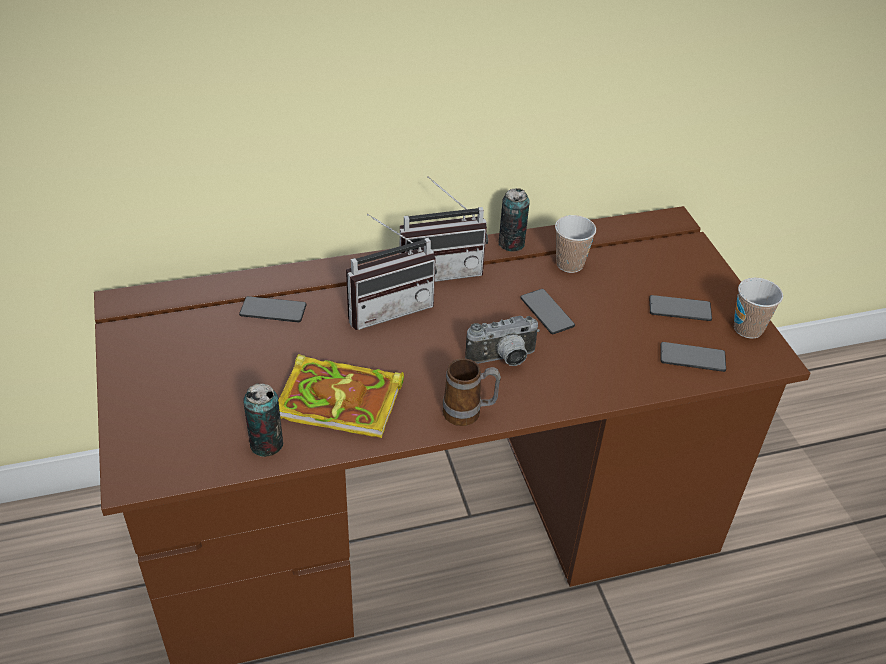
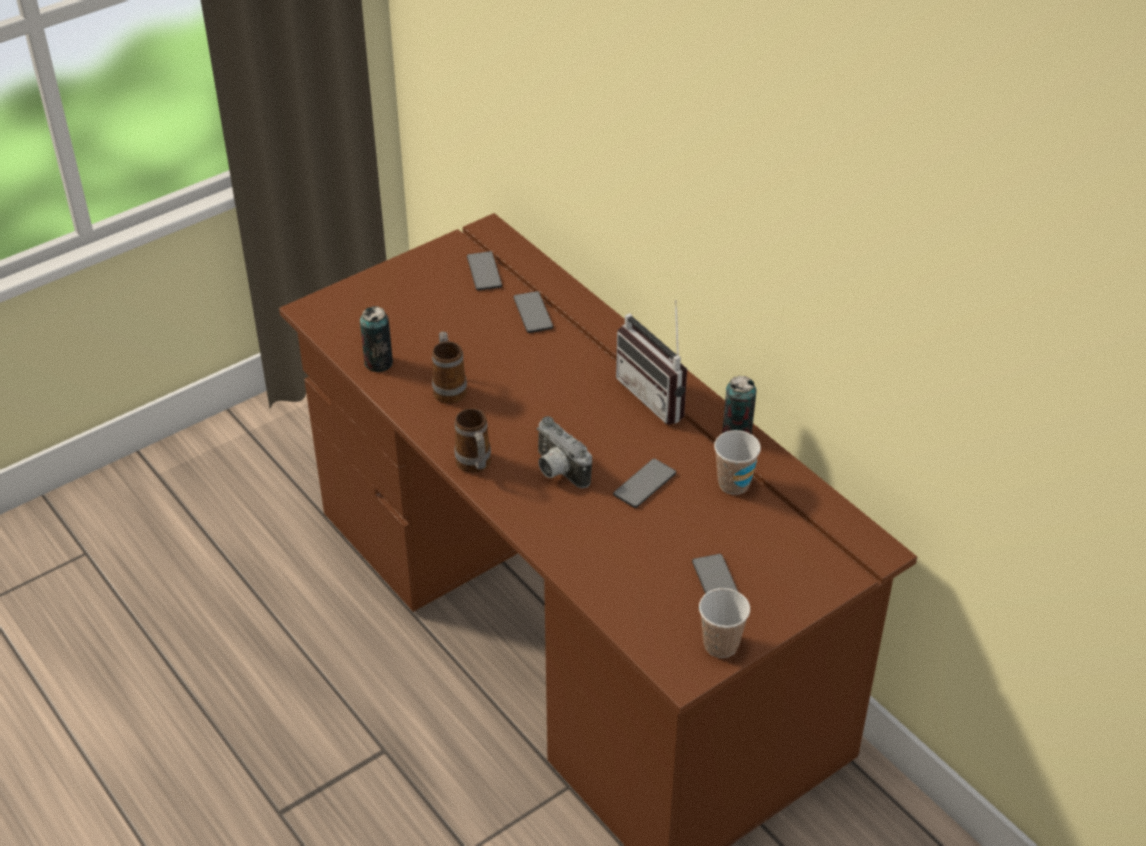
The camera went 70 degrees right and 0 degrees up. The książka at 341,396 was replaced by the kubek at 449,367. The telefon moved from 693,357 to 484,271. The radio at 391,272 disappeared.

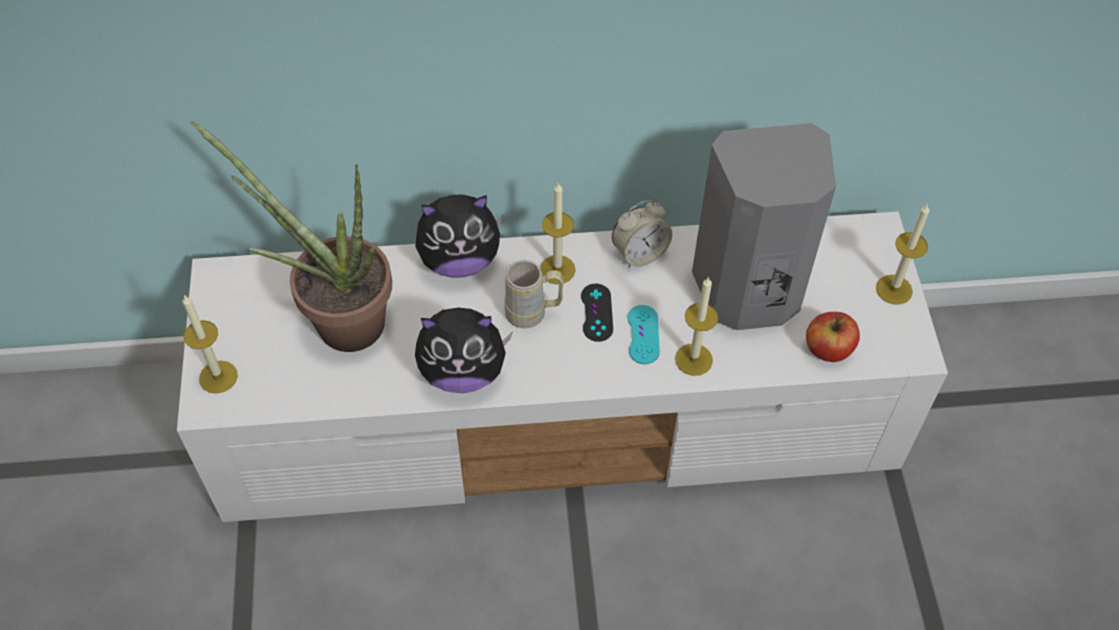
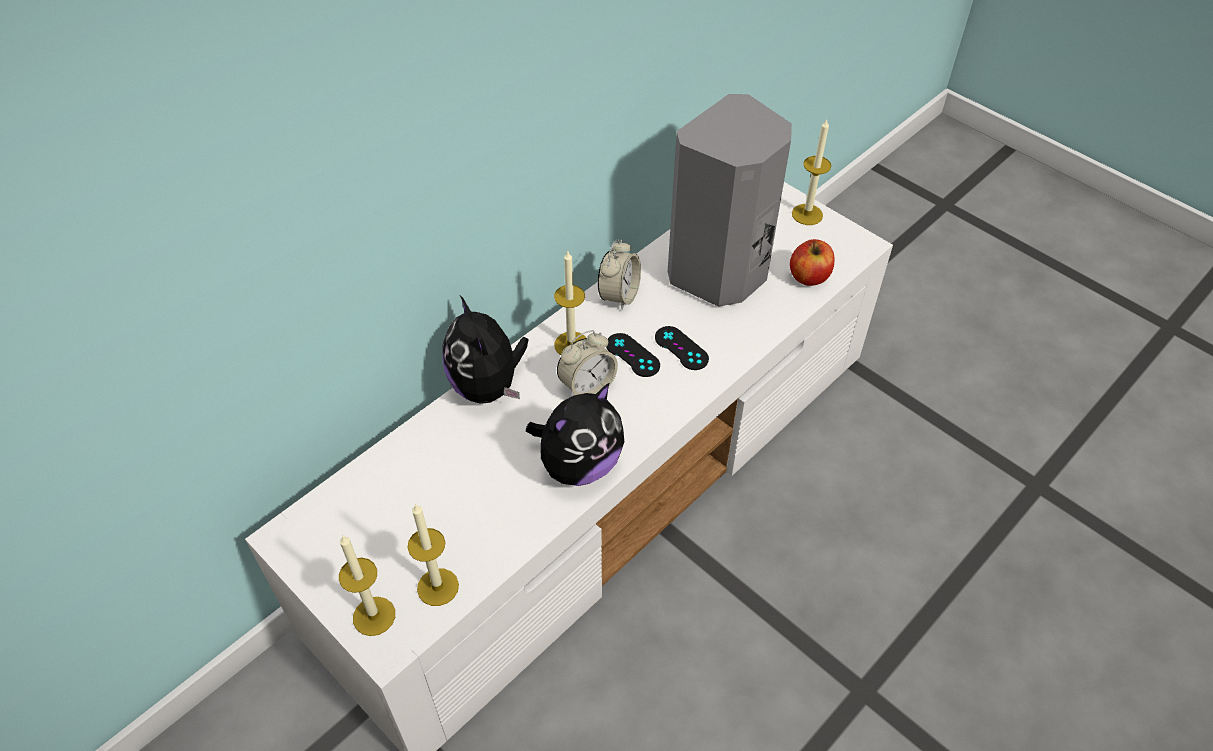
The camera went 40 degrees left and 5 degrees down. The świeca moved from 696,326 to 433,555. The pluszak at 458,236 turned 120 degrees clockwise. The kubek (beżowy) at 534,294 was replaced by the budzik at 587,362. The pad do gier (turkusowy) at 644,334 became the pad do gier (czarny) at 682,348. The roślina doniczkowa at 291,236 disappeared.

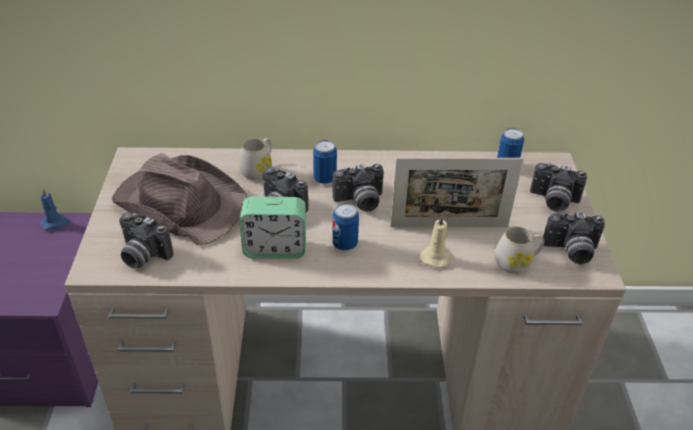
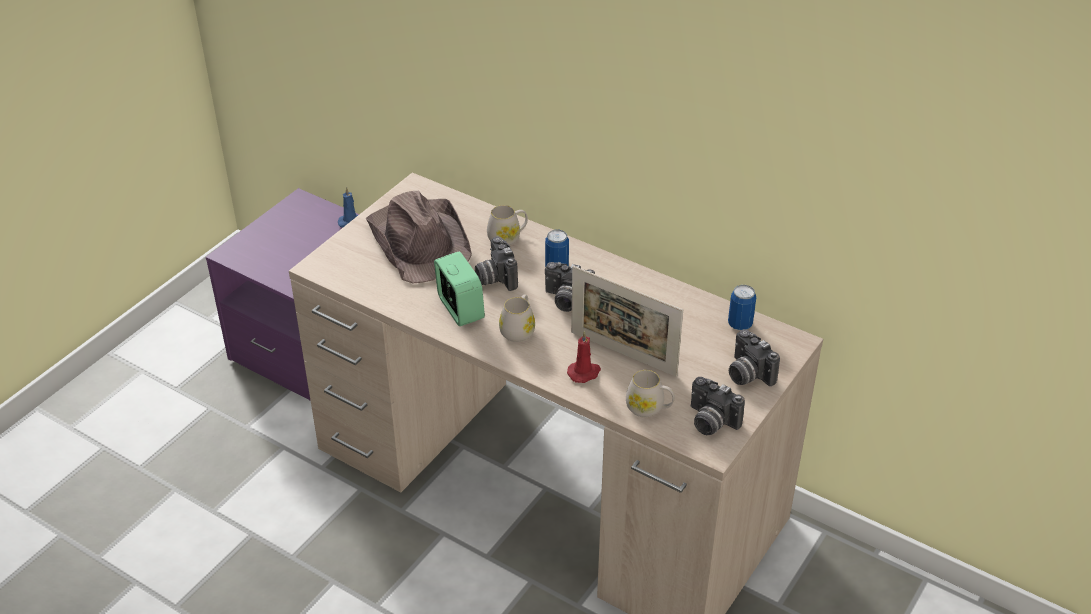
The camera went 35 degrees right and 0 degrees up. The budzik at 273,227 turned 150 degrees counterclockwise. The puszka at 345,227 was replaced by the kubek (biały) at 517,318. The świeca (beżowy) at 435,241 became the świeca (czerwony) at 584,357. The aparat fotograficzny at 146,240 disappeared.

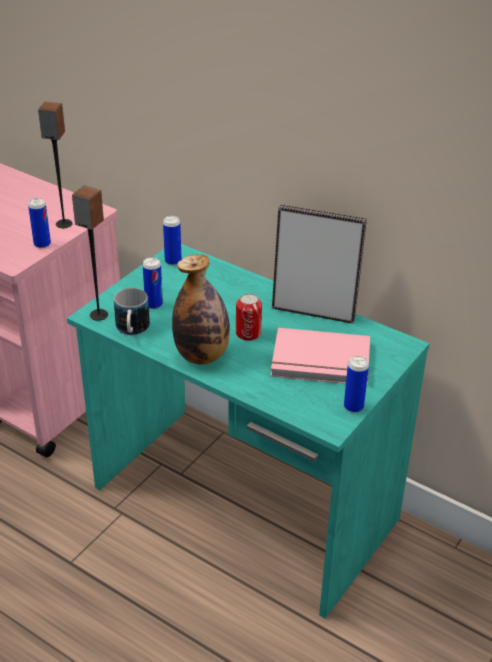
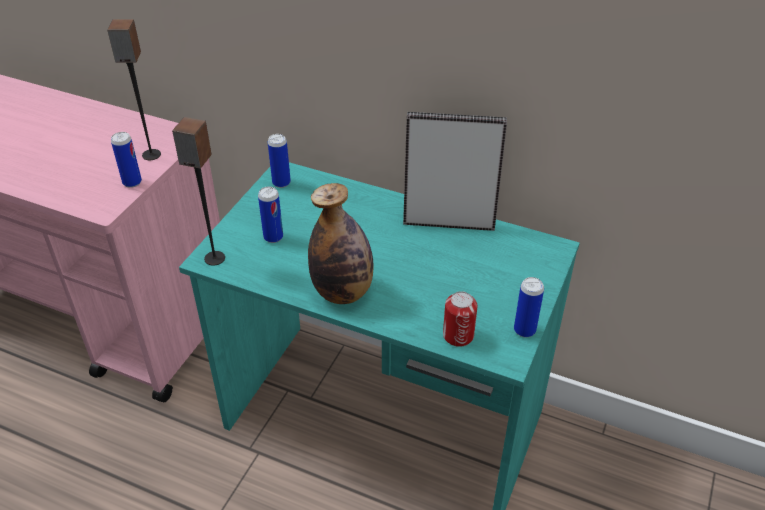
The camera went 10 degrees left and 5 degrees up. The puszka moved from 249,317 to 460,319. The kubek at 132,311 disappeared. The książka (różowy) at 320,356 disappeared.

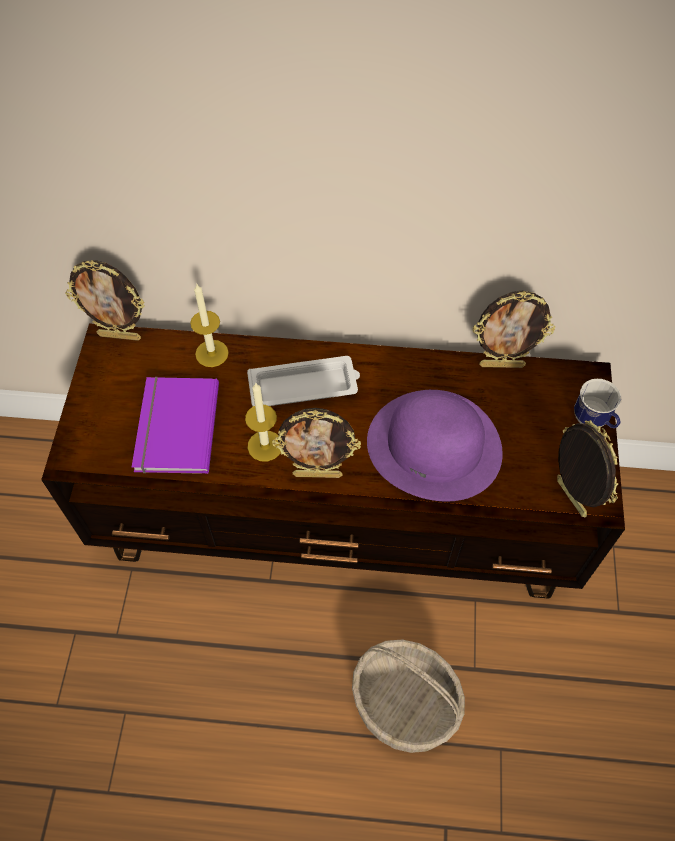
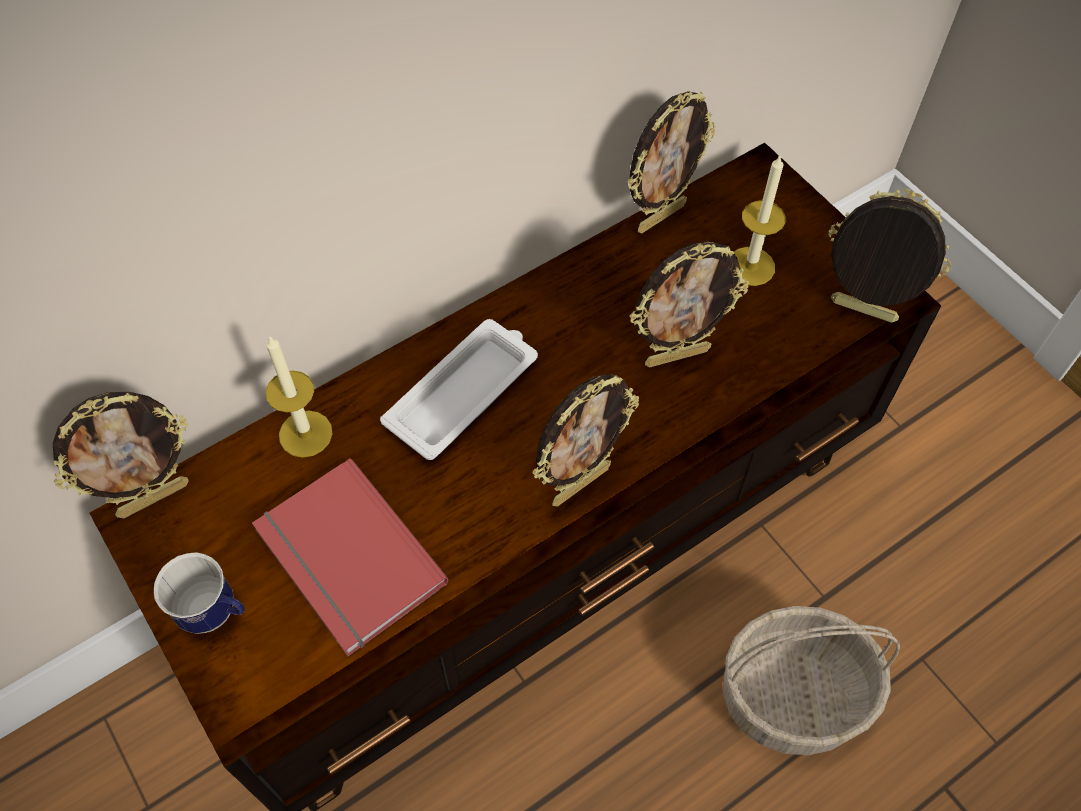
The camera went 40 degrees left and 0 degrees up. The kubek moved from 597,403 to 199,593. The książka (fioletowy) at 175,425 became the książka (czerwony) at 350,557. The kapelusz (fioletowy) at 435,446 was replaced by the ramka na zdjęcie at 689,304. The świeca moved from 263,421 to 760,220.

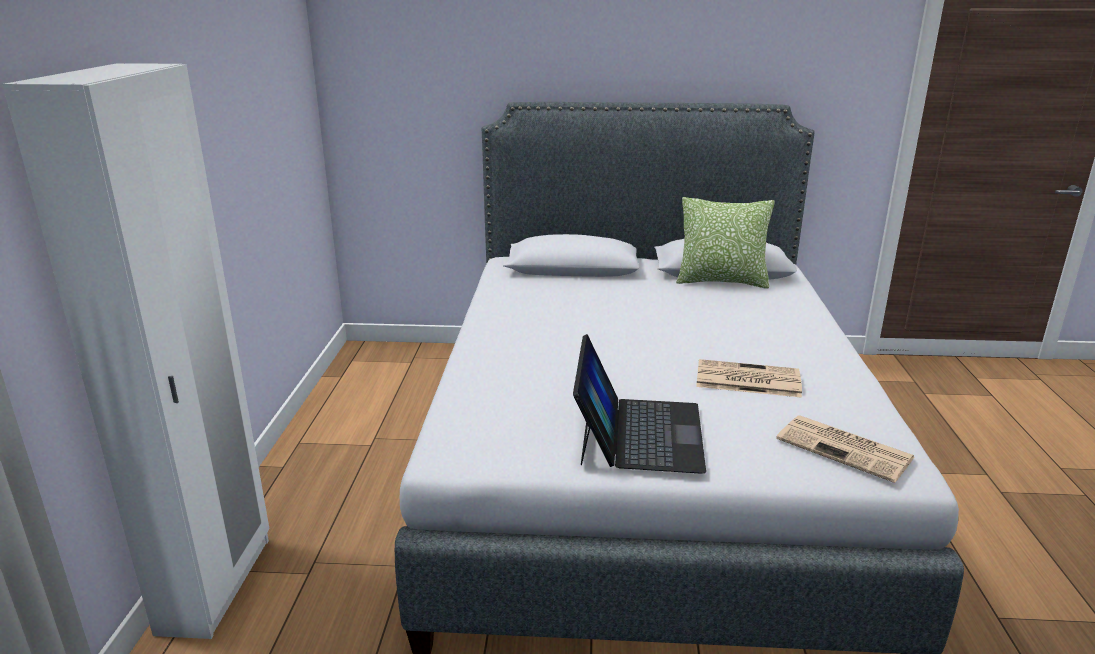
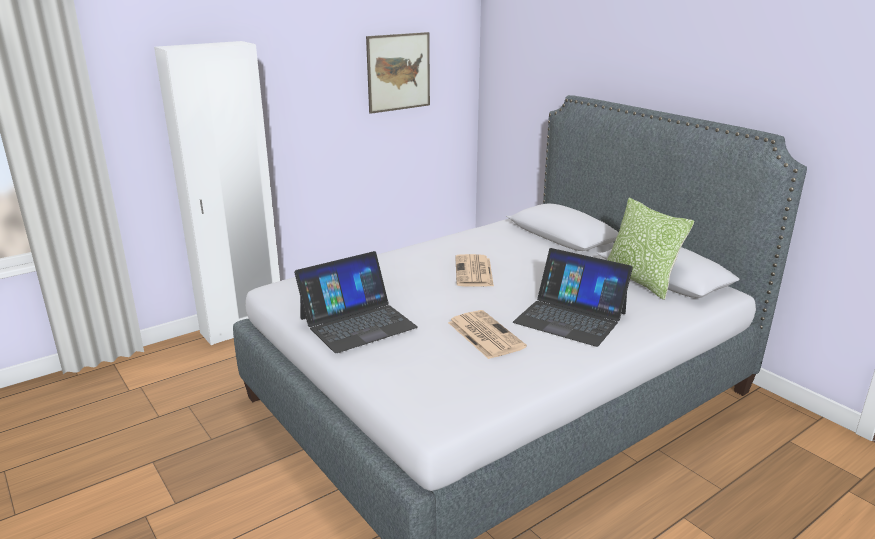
The camera went 50 degrees right and 0 degrees up. The obraz at 398,73 appeared. The gazeta moved from 845,449 to 474,270. The laptop at 573,297 appeared.

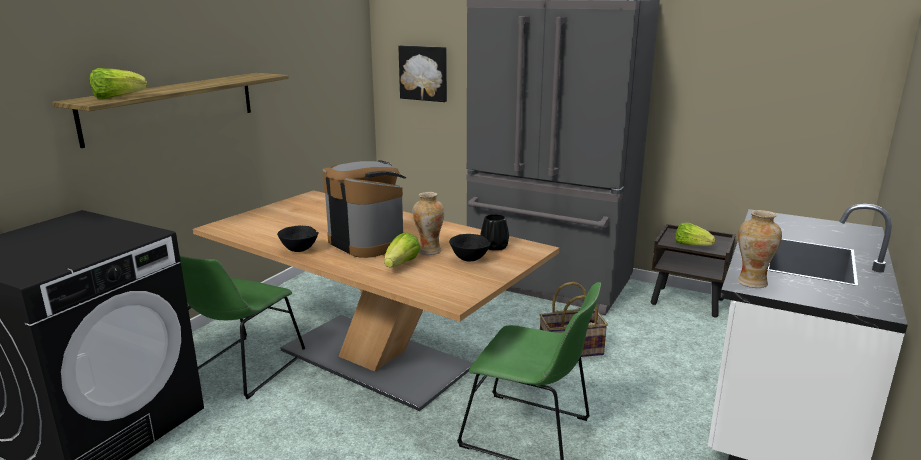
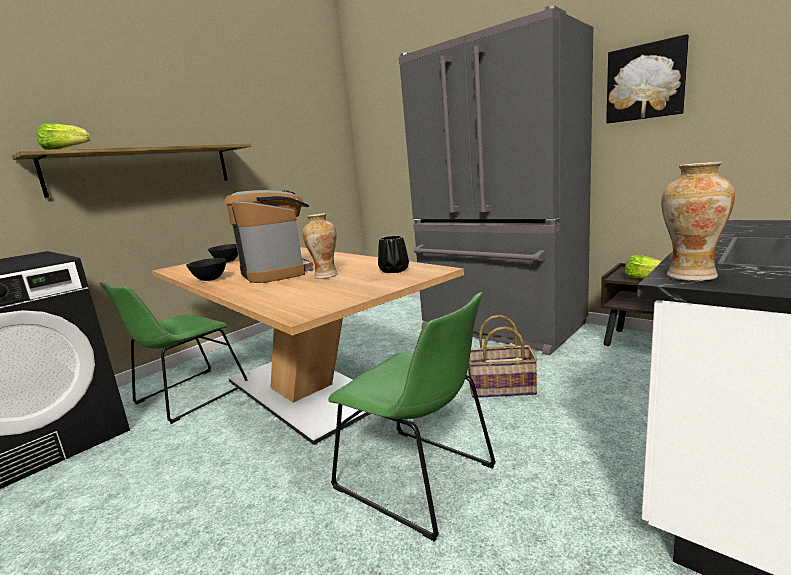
The camera went 15 degrees right and 5 degrees down. The miska (czarny) moved from 470,247 to 223,253. The obraz moved from 422,73 to 647,78. The sałata at 402,249 disappeared.

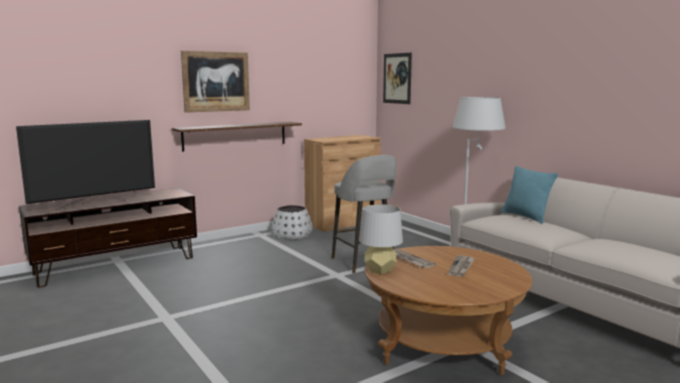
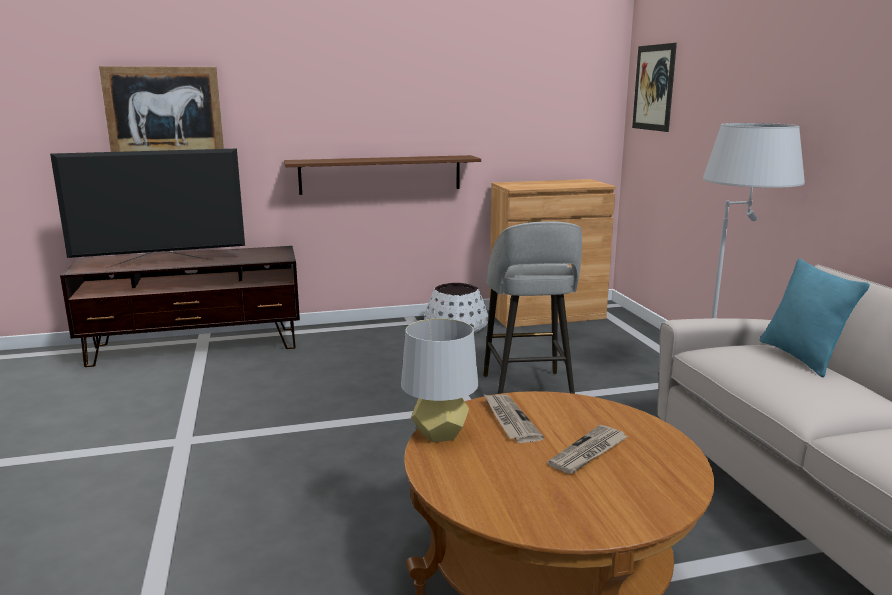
The camera went 20 degrees right and 5 degrees up. The obraz moved from 215,82 to 161,109.

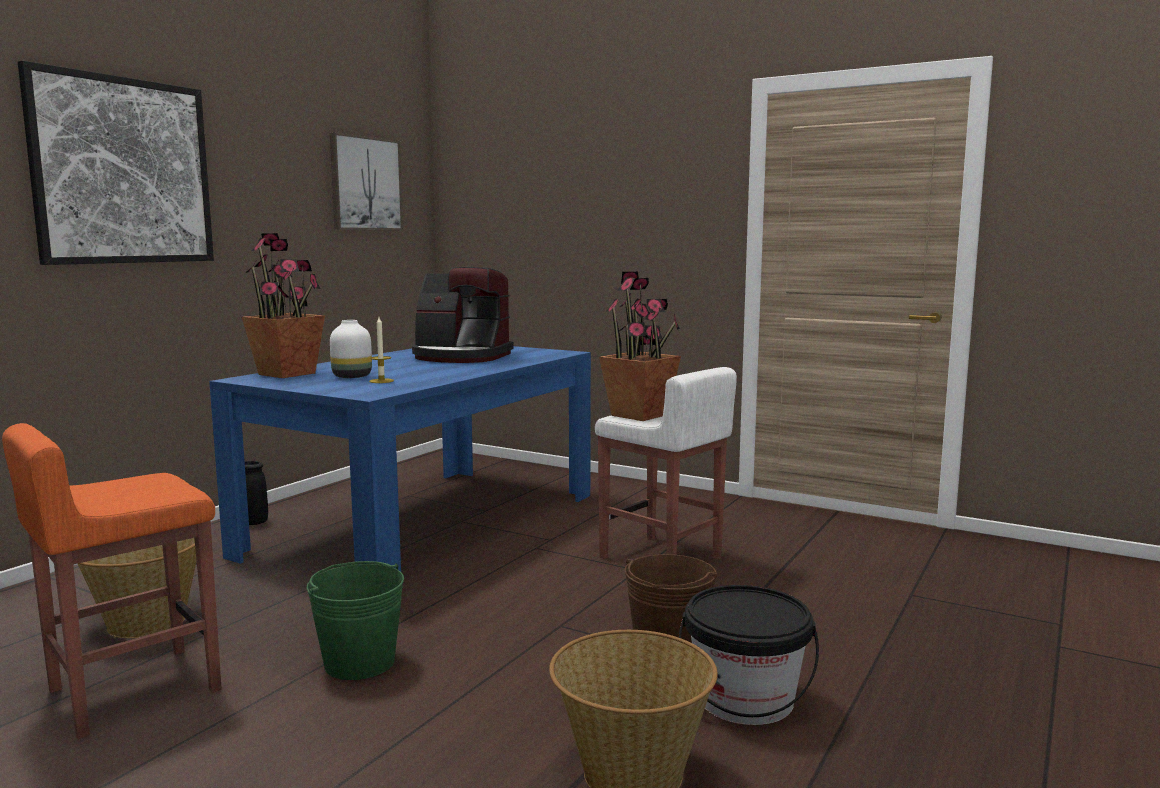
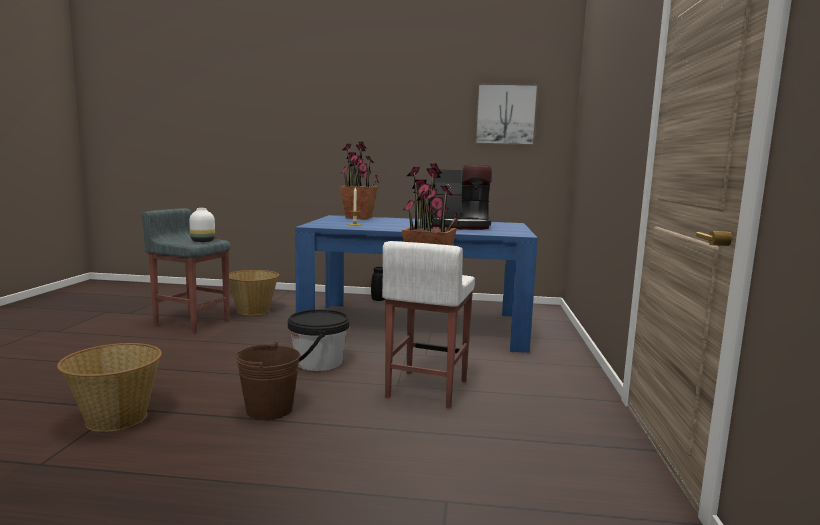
The camera went 65 degrees right and 0 degrees up. The stołek (pomarańczowy) at 112,581 became the stołek (szary) at 186,270. The wazon (biały) moved from 351,349 to 202,225. The wiadro (czarny) moved from 749,655 to 319,340. The ekspres do kawy at 462,315 turned 75 degrees counterclockwise. The obraz at 116,163 disappeared. The wiadro (zielony) at 355,620 disappeared.

